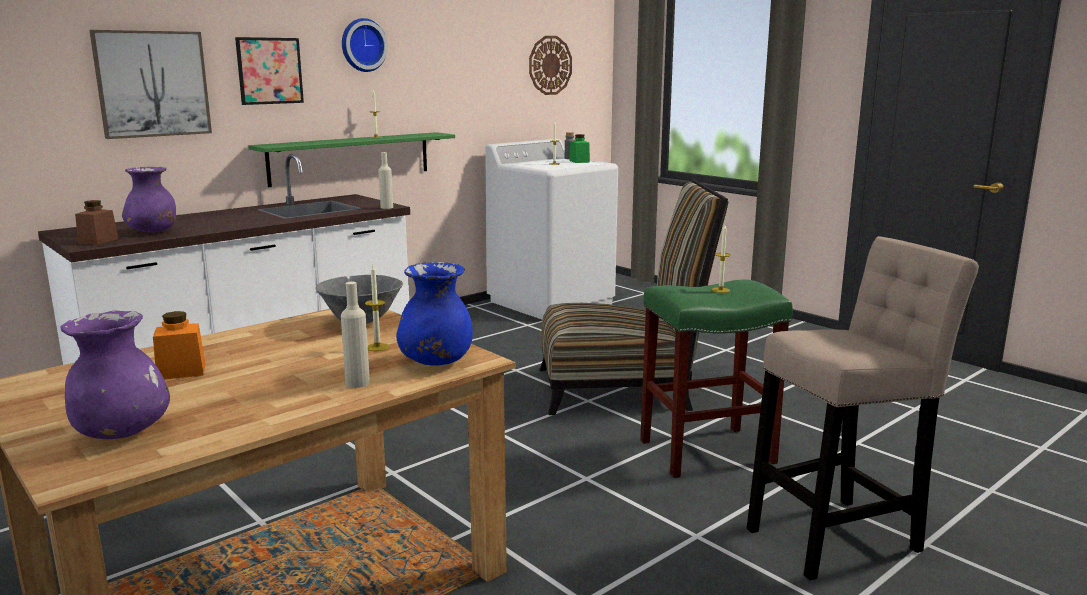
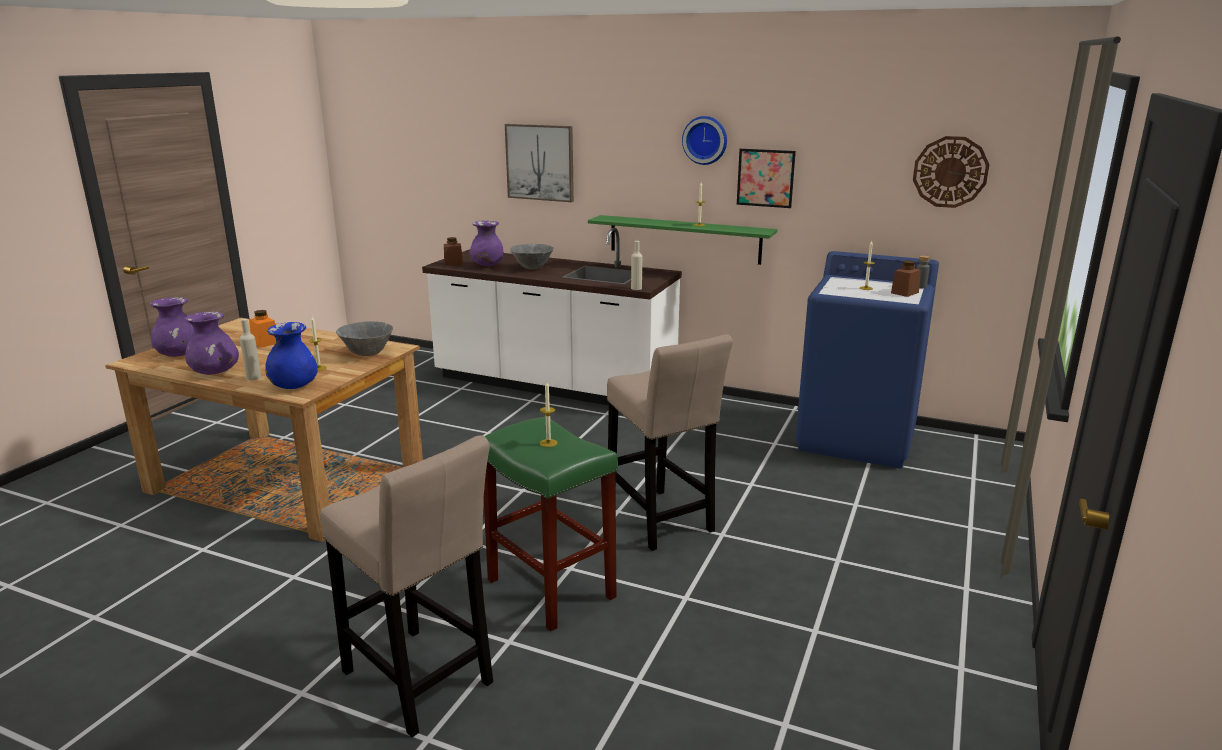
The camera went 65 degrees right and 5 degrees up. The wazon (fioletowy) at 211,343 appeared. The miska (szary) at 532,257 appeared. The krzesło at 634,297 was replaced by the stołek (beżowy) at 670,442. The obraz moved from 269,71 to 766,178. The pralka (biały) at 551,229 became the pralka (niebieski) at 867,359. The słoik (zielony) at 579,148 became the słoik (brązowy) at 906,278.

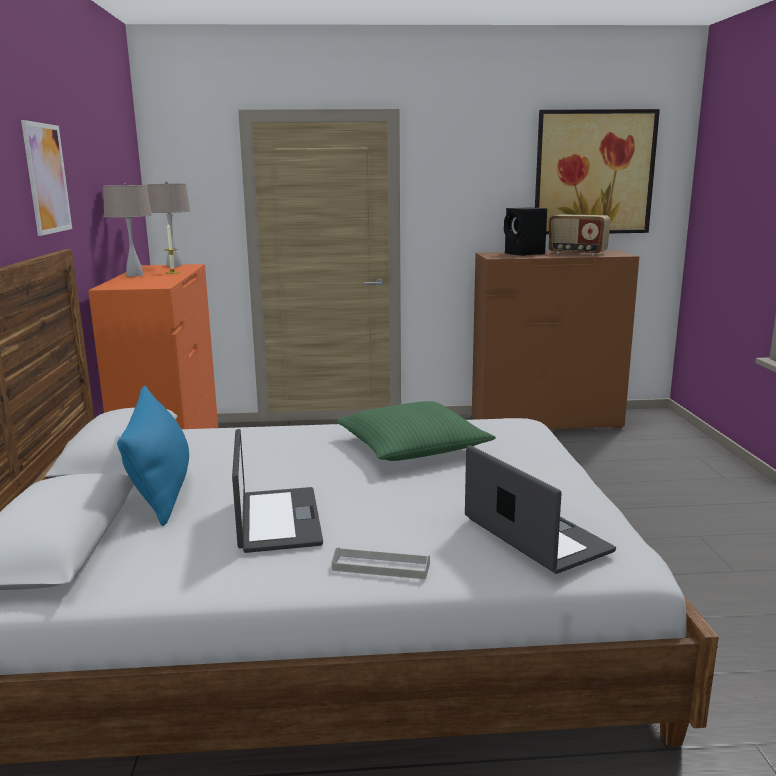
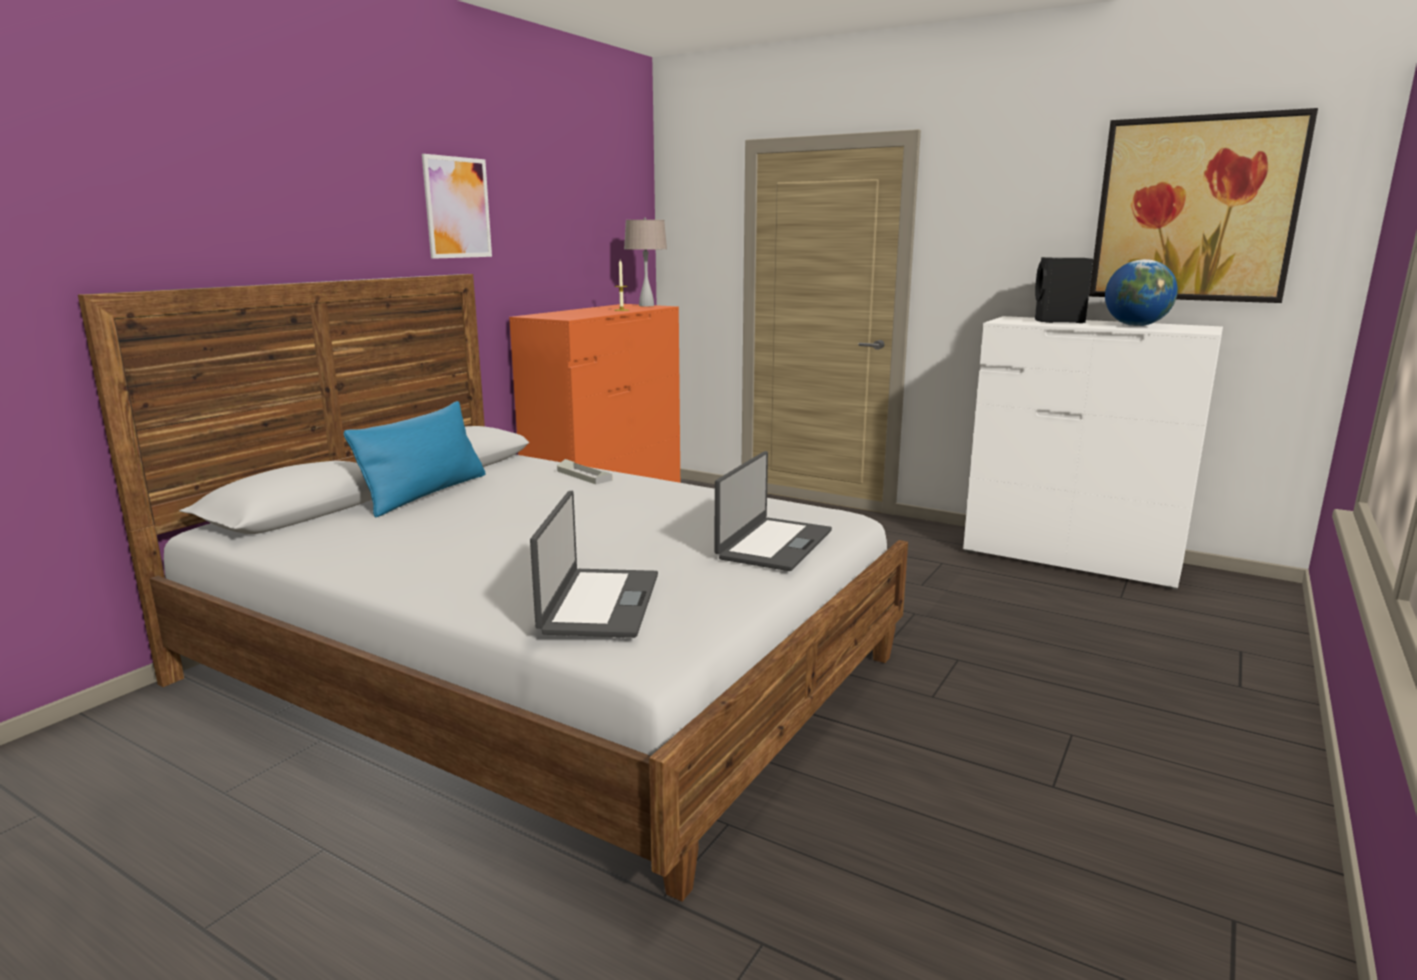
The camera went 35 degrees right and 0 degrees up. The taca (szary) moved from 381,563 to 585,471. The laptop moved from 277,491 to 773,511. The komoda (brązowy) at 555,339 became the komoda (biały) at 1093,453. The radio at 580,235 was replaced by the globus at 1141,292. The lampa stołowa (beżowy) at 127,230 disappeared. The poduszka (zielony) at 416,431 disappeared.

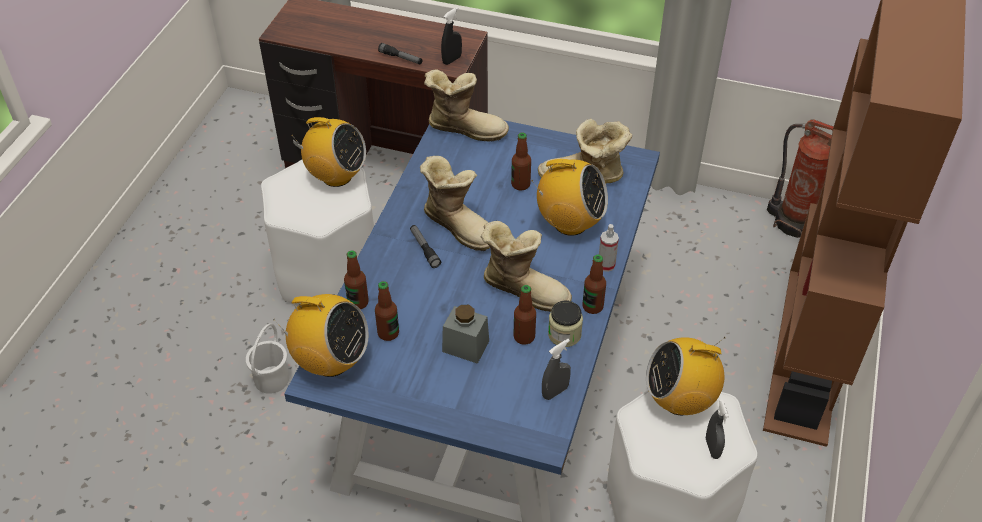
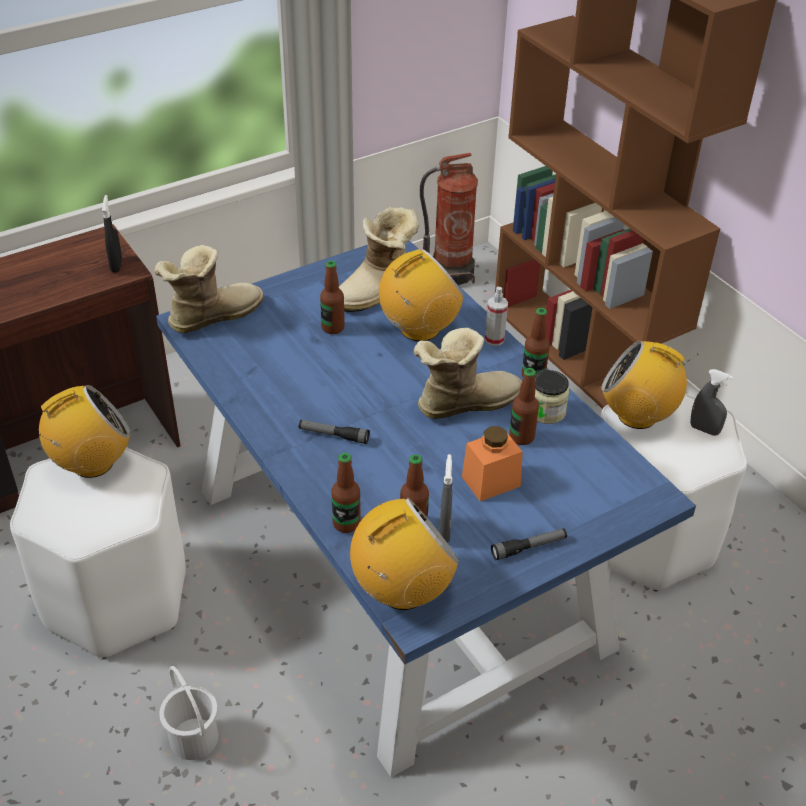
The camera went 50 degrees left and 5 degrees down. The spryskiwacz (szary) moved from 556,369 to 445,498. The słoik (szary) at 465,334 became the słoik (pomarańczowy) at 492,463. The latarka moved from 400,53 to 529,544. The radio at 685,376 turned 75 degrees clockwise. The but z cholewką at 455,203 disappeared.

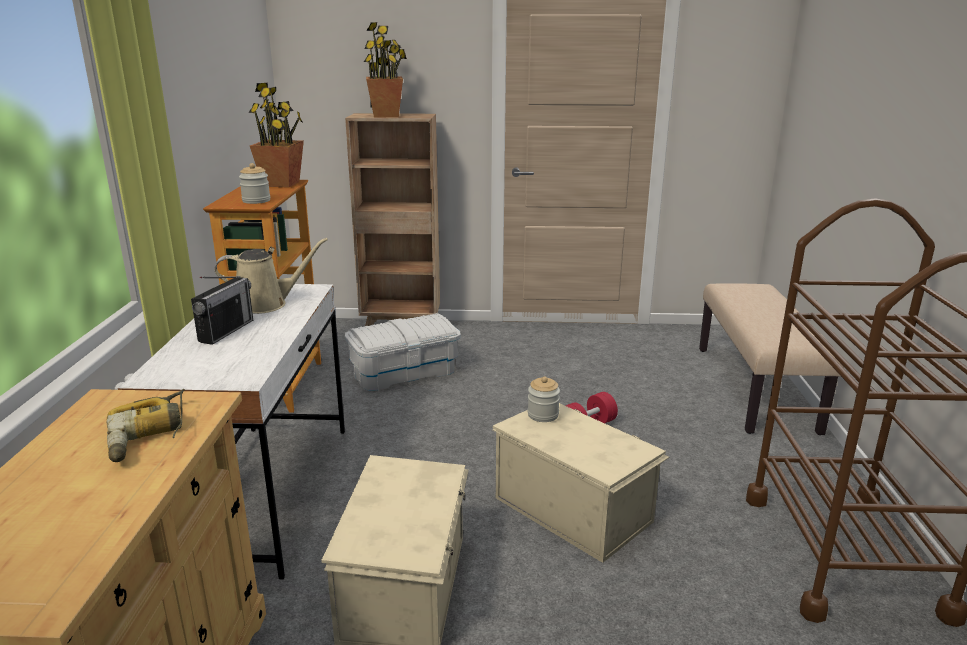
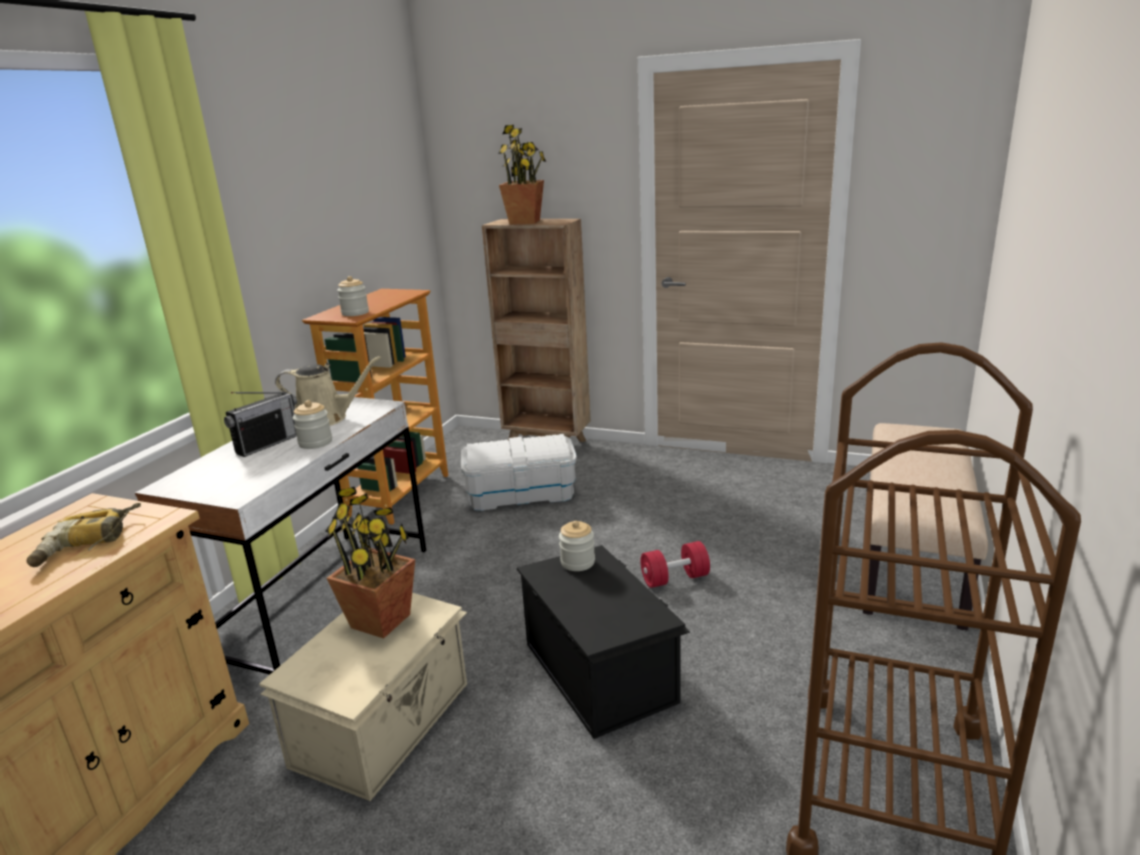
The camera went 20 degrees right and 0 degrees up. The słoik at 312,424 appeared. The roślina doniczkowa moved from 276,135 to 370,562. The pojemnik do przechowywania (beżowy) at 580,483 became the pojemnik do przechowywania (czarny) at 603,642.

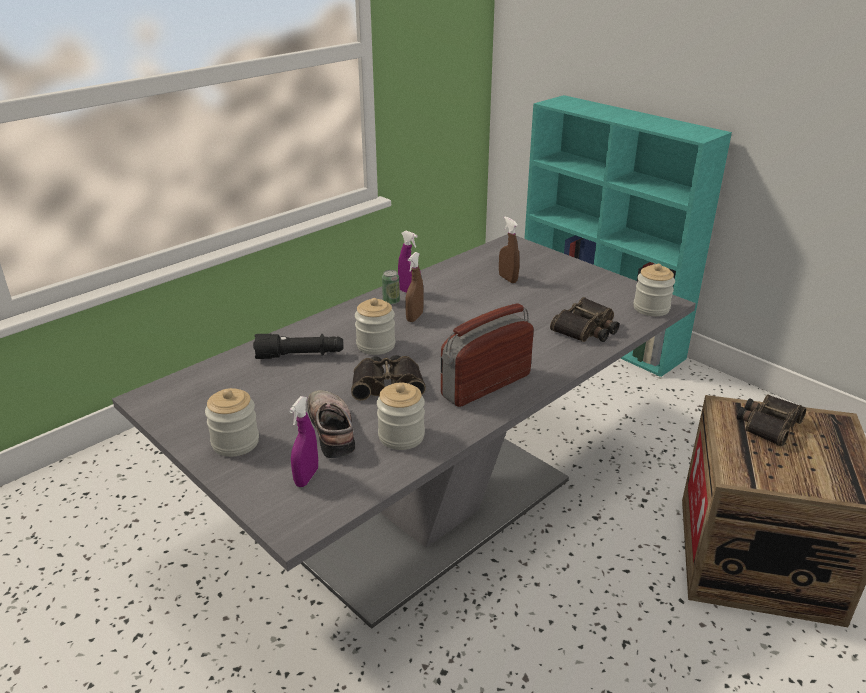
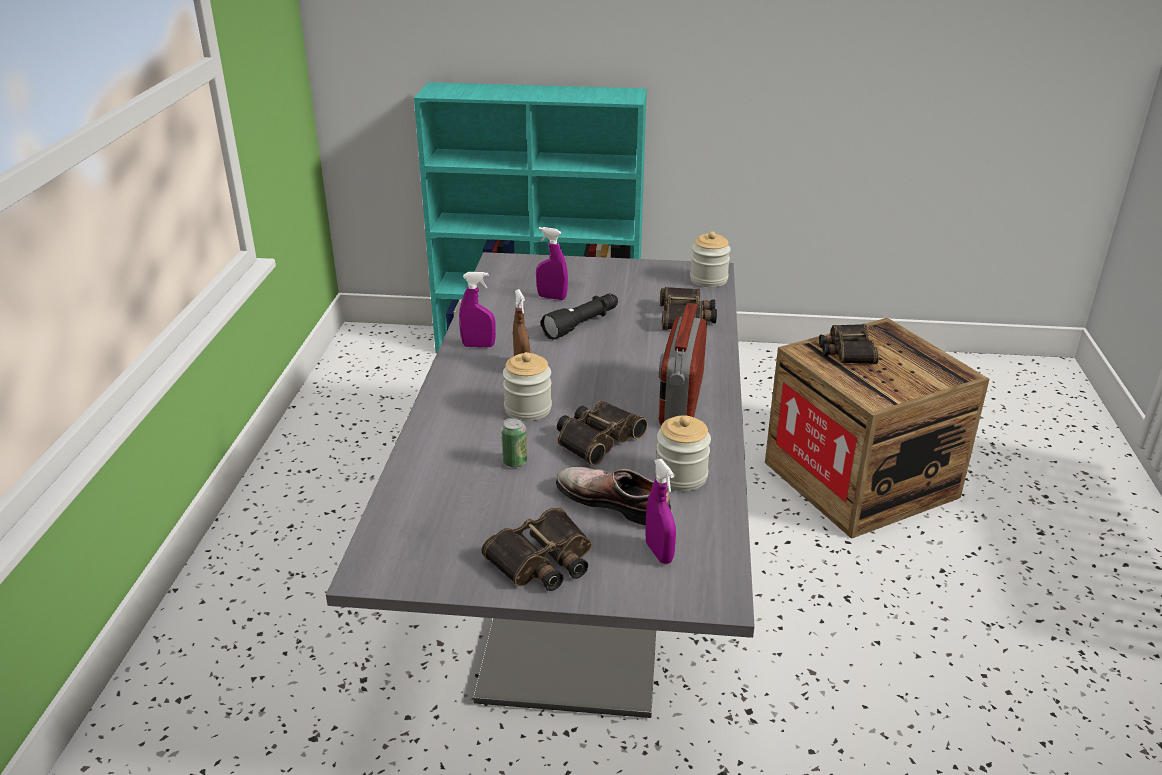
The camera went 40 degrees left and 0 degrees up. The słoik at 232,422 was replaced by the lornetka at 536,549. The puszka moved from 391,287 to 514,443. The spryskiwacz (brązowy) at 509,249 became the spryskiwacz (fioletowy) at 552,263. The latarka (czarny) moved from 298,346 to 579,316.

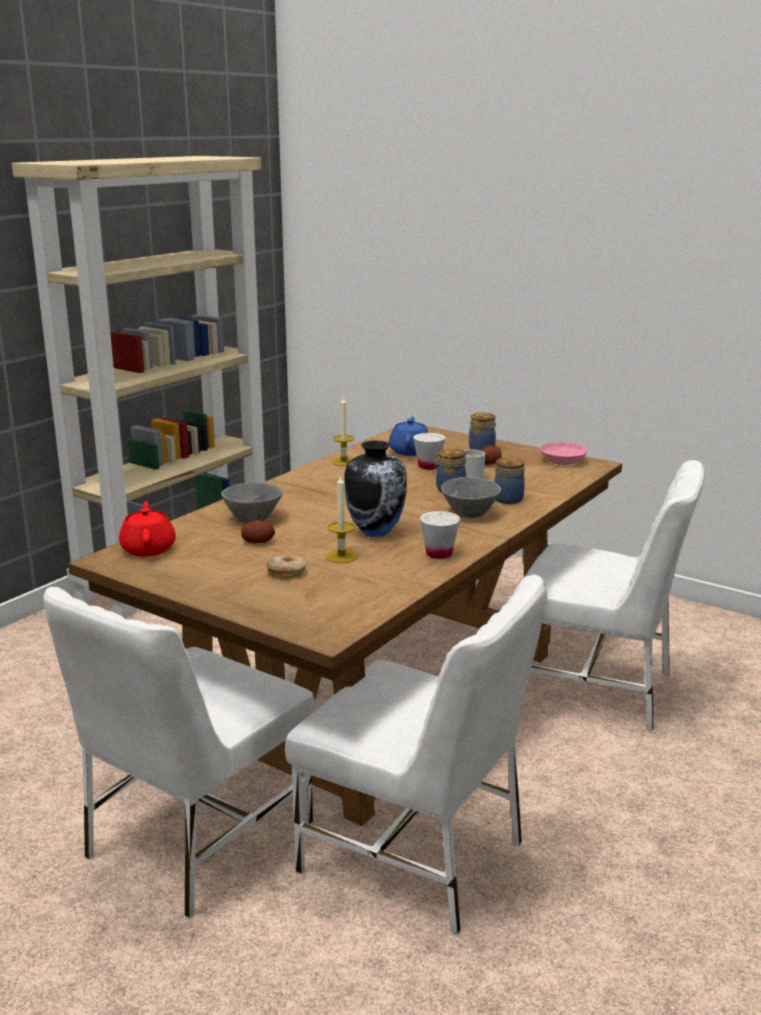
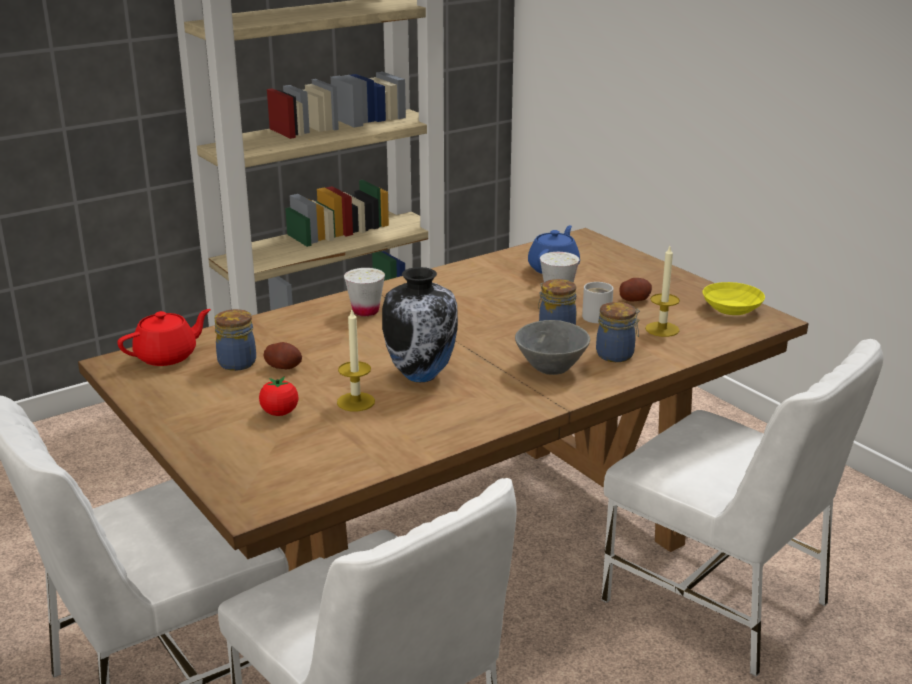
The camera went 20 degrees right and 5 degrees up. The imbryk (czerwony) at 147,529 turned 45 degrees clockwise. The słoik moved from 482,431 to 235,340. The donut at 287,566 was replaced by the pomidor at 279,396. The filiżanka (biały) moved from 440,535 to 364,292. The świeca moved from 343,431 to 662,291. The miska (różowy) at 564,453 became the miska (żółty) at 734,298. The miska (szary) at 252,503 disappeared.

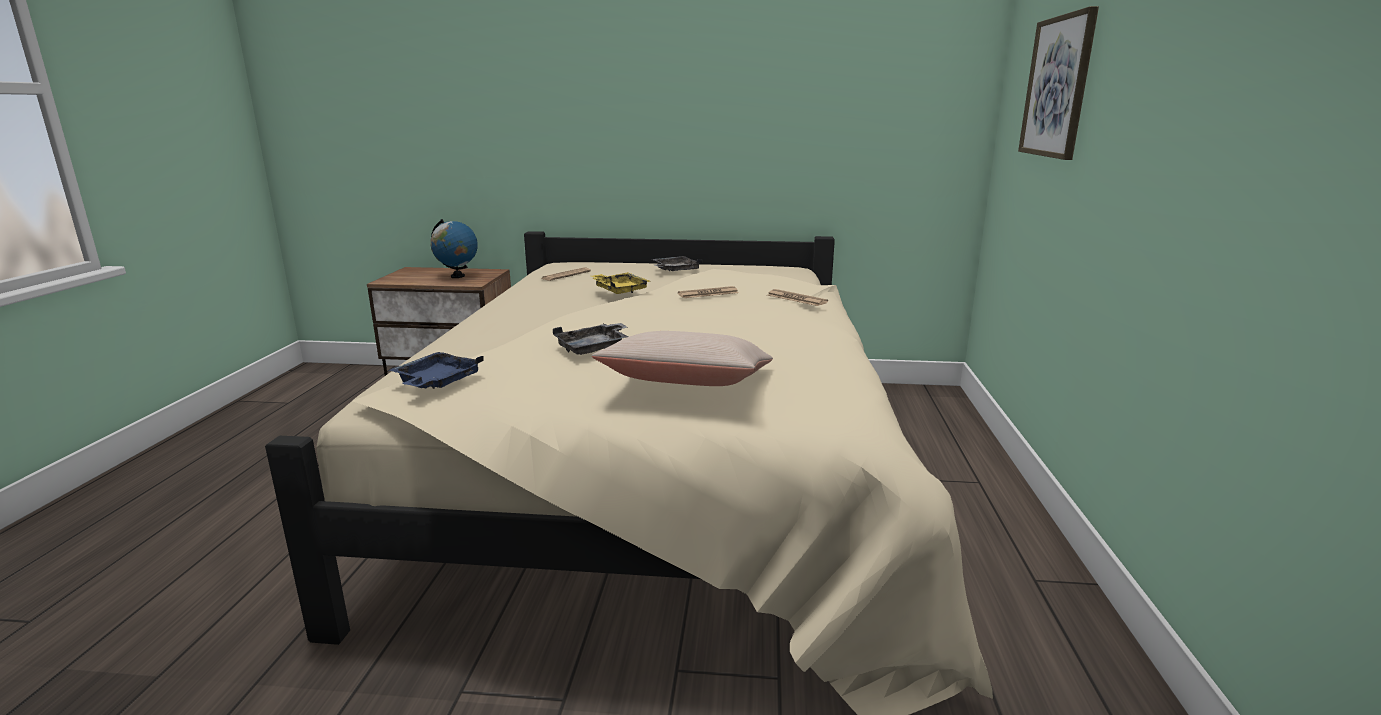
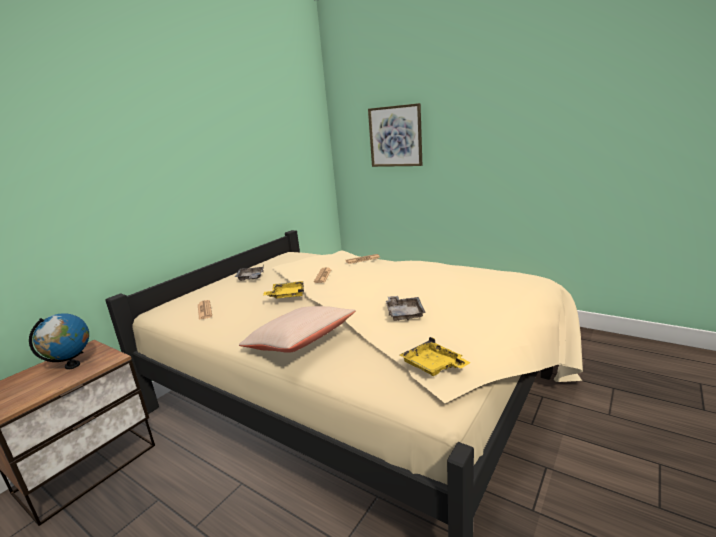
The camera went 60 degrees left and 0 degrees up. The poduszka (beżowy) moved from 682,358 to 297,329. The taca (niebieski) at 436,370 became the taca (żółty) at 435,356.

